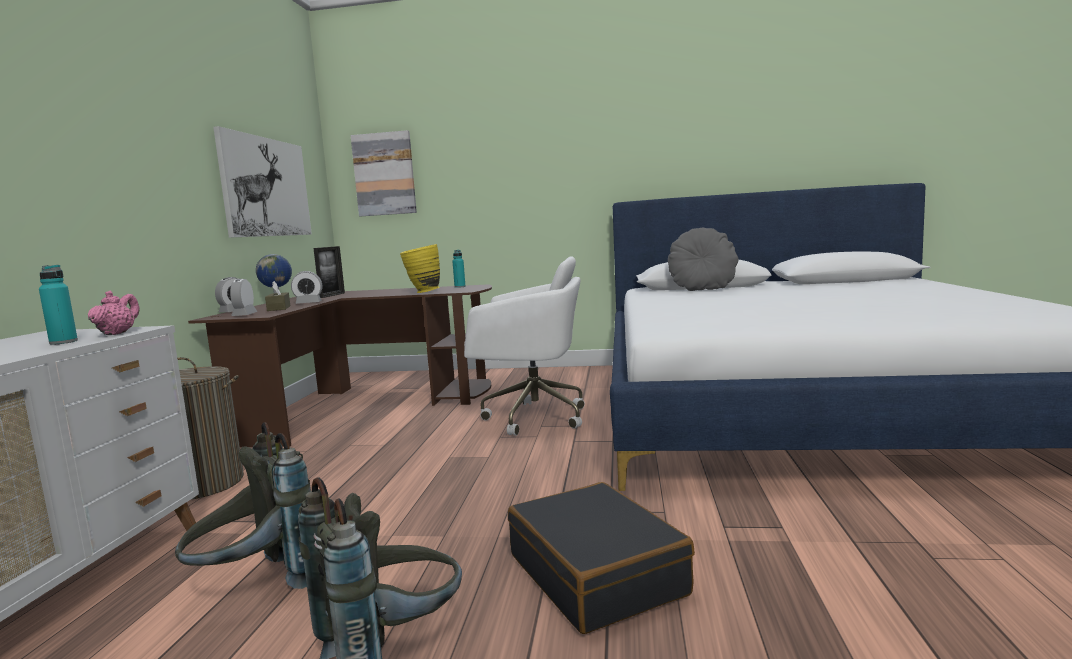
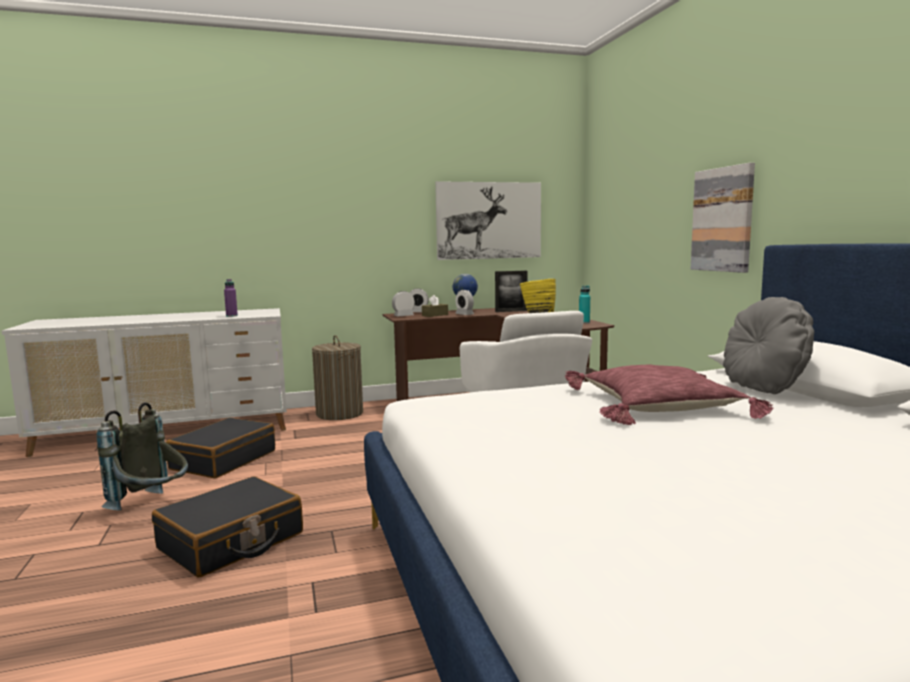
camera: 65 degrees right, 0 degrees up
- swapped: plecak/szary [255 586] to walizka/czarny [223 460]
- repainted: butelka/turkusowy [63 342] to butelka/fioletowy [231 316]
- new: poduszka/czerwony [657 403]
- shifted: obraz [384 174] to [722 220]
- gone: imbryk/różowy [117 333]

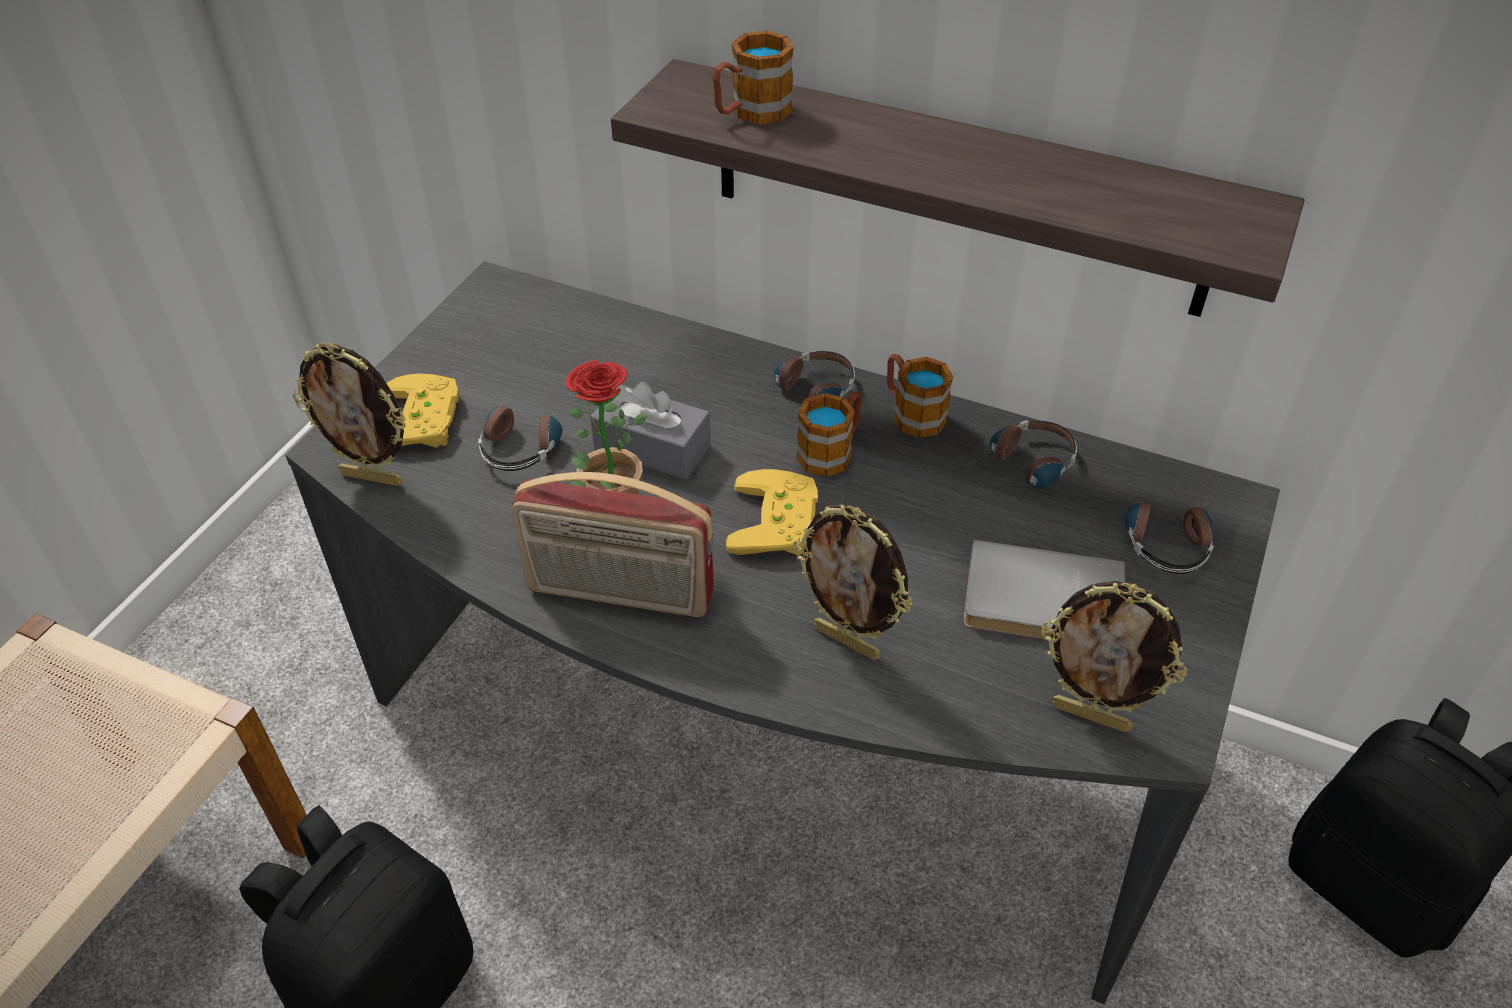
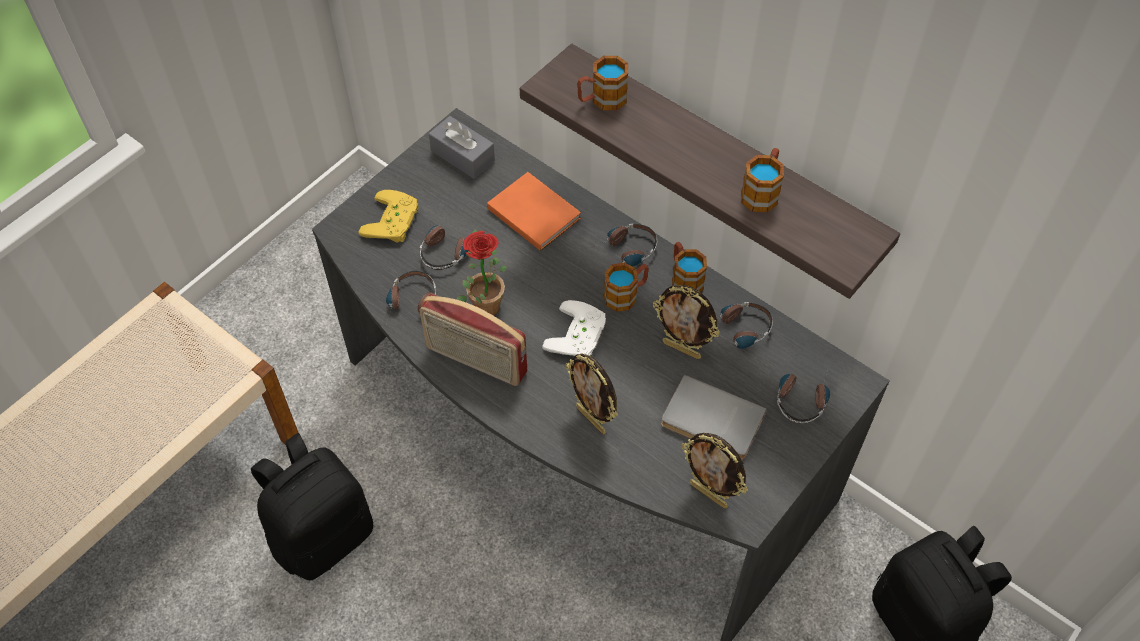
camera: 15 degrees right, 10 degrees up
- new: słuchawki [411 306]
- shifted: pudełko chusteczek/szary [652 447] to [462 155]
- new: książka/pomarańczowy [533 211]
- repainted: pad do gier/żółty [781 522] to pad do gier/biały [580 336]
- shifted: ramka na zdjęcie [373 477] to [682 349]
- new: kubek [762 191]

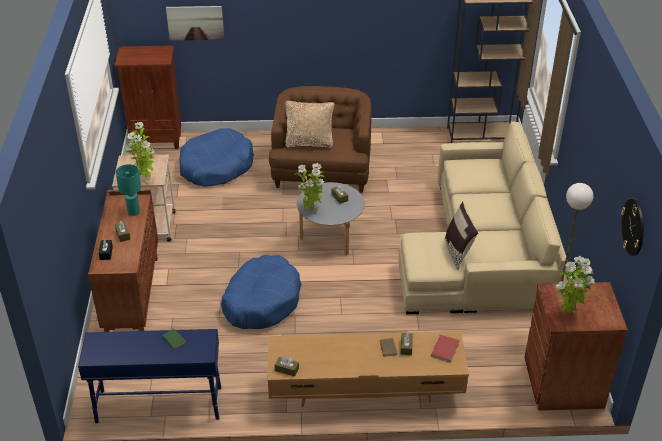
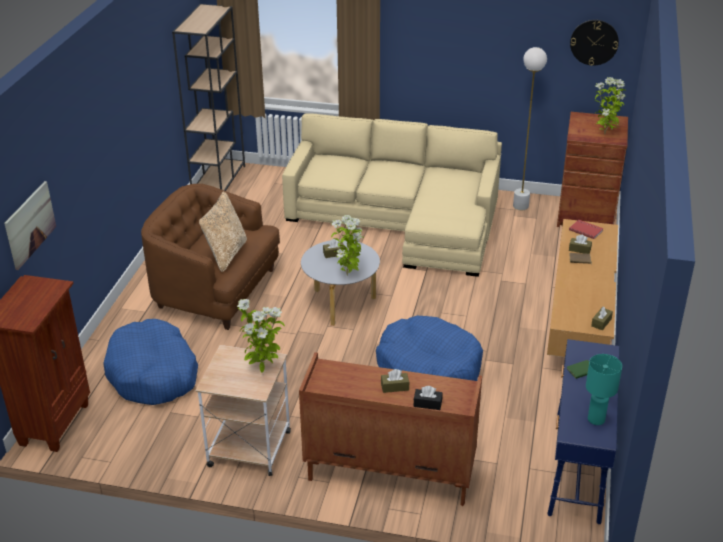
camera: 75 degrees left, 5 degrees down
- shifted: lampa stołowa/turkusowy [134 212] to [596 419]
- gone: poduszka [458 253]

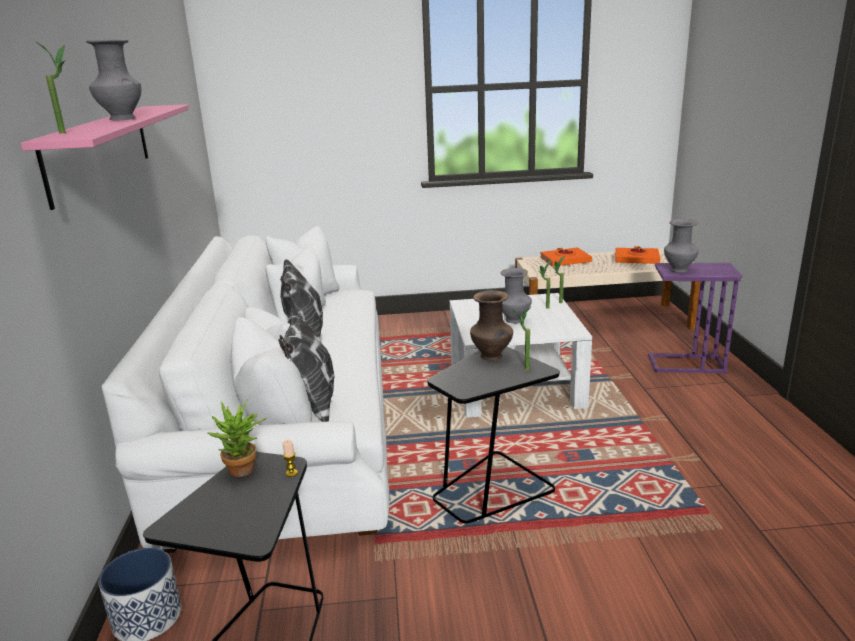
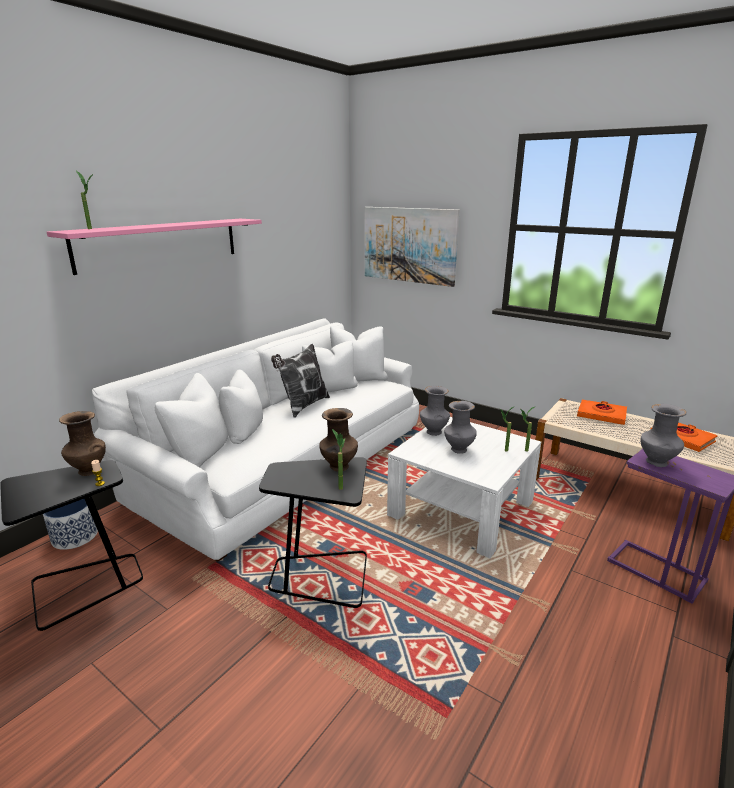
camera: 40 degrees right, 0 degrees up
- swapped: roślina doniczkowa [244 472] to wazon/brązowy [88 471]
- new: obraz [409 245]
- shifted: wazon/szary [121 119] to [433 432]
- gone: poduszka [312 406]

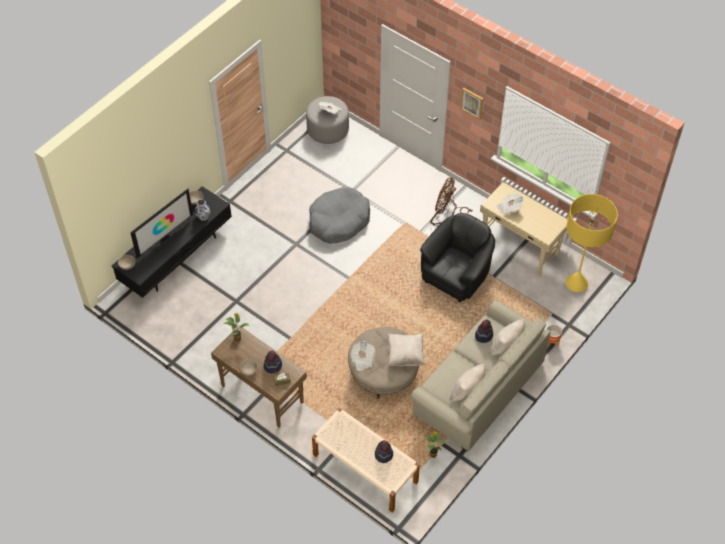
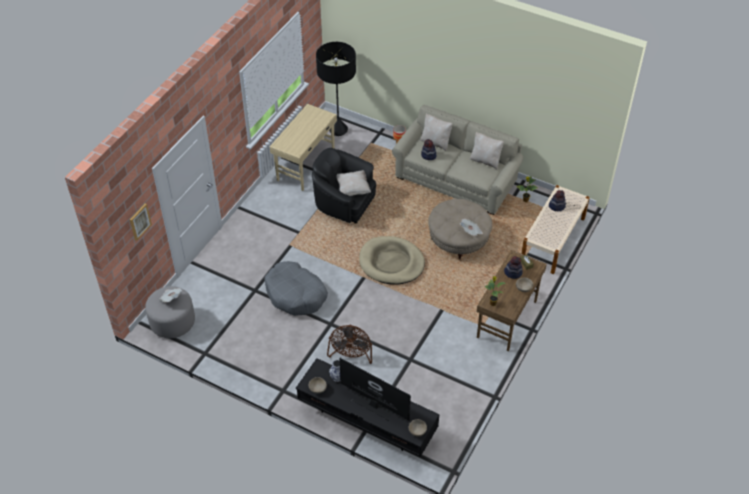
camera: 100 degrees left, 5 degrees down
- shifted: obraz [472 103] to [139 221]
- repainted: lampa stojąca/żółty [576 285] to lampa stojąca/czarny [338 131]
- shifted: wentylator/brązowy [448 211] to [350 353]
- shifted: poduszka/beżowy [405 355] to [353 189]
- new: legowisko/beżowy [391 262]
- gone: gazeta [509 208]

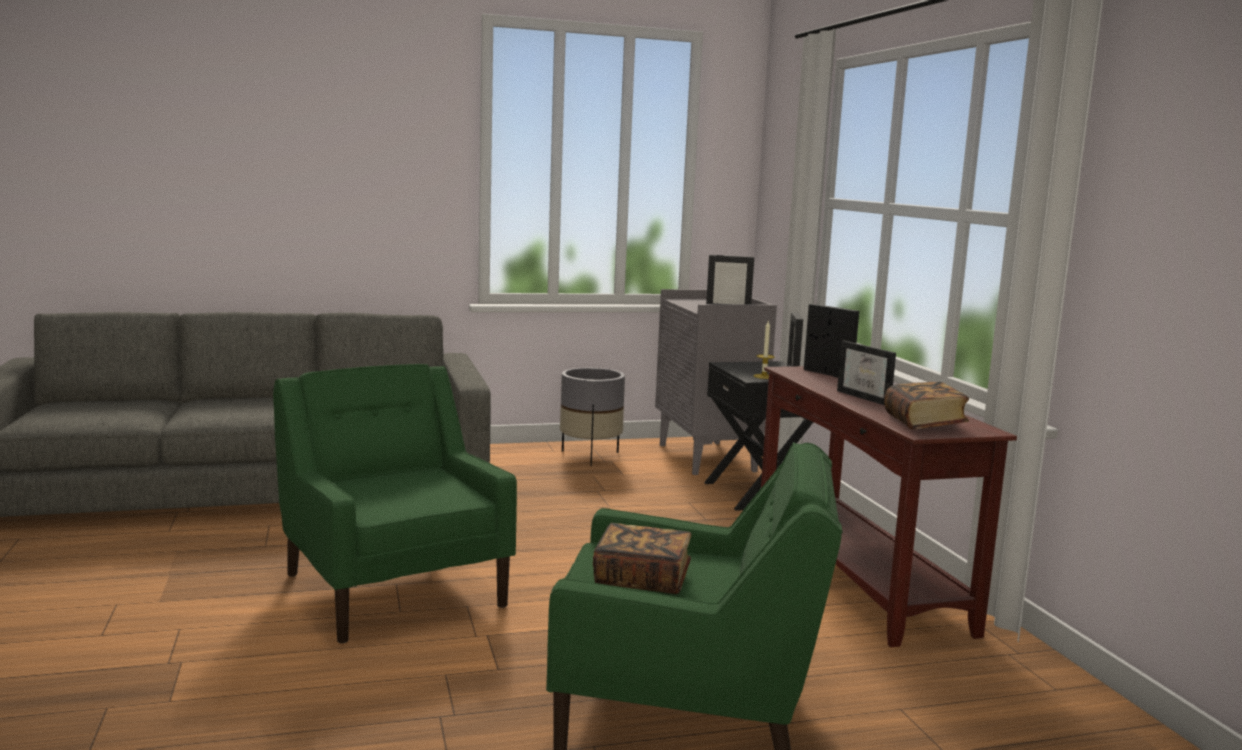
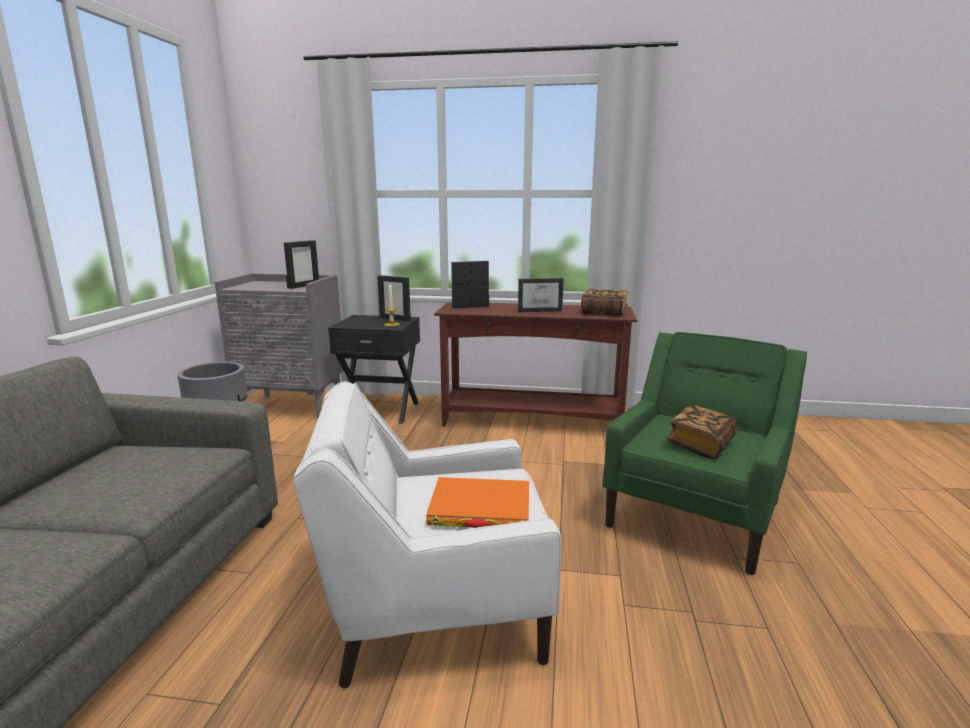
camera: 65 degrees left, 5 degrees up
- repainted: fotel/zielony [393 589] to fotel/biały [434 608]
- new: książka/pomarańczowy [480 509]

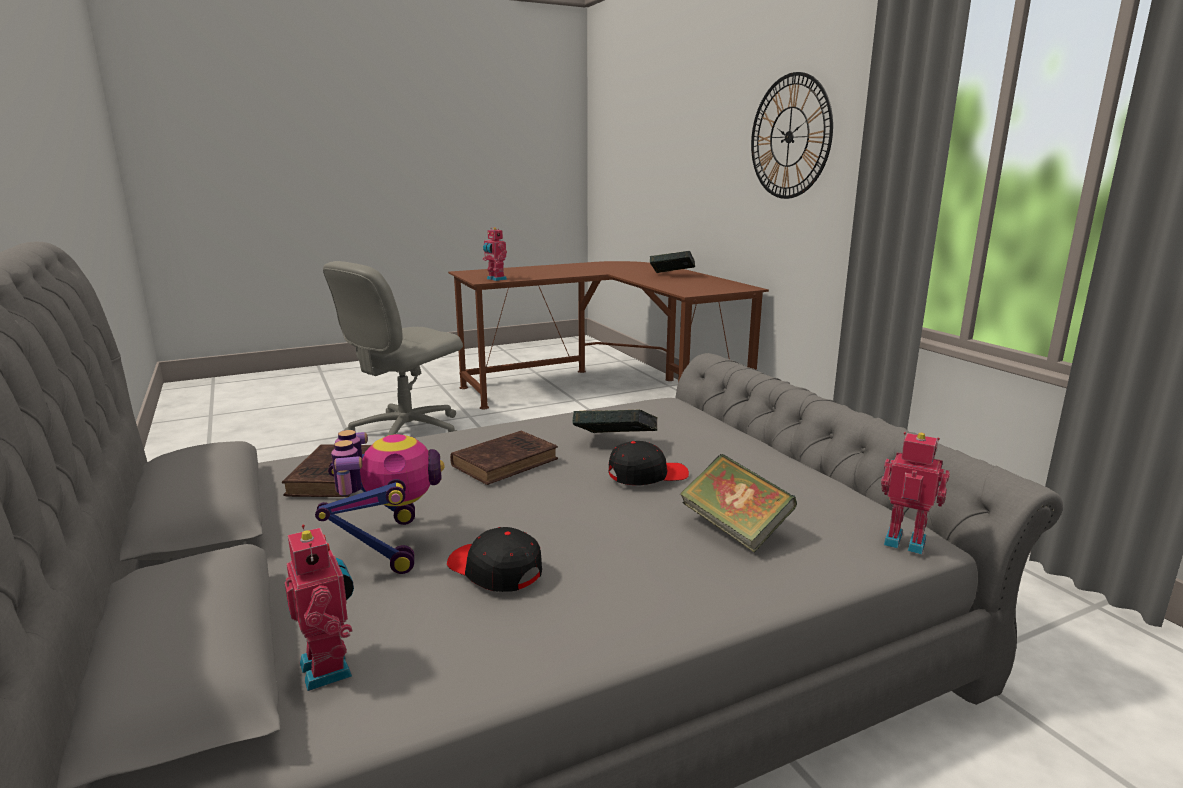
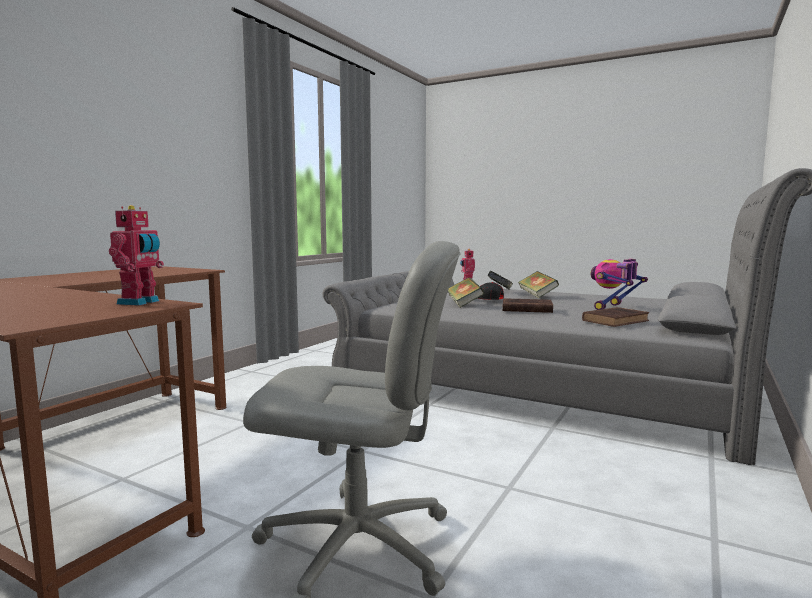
camera: 125 degrees left, 10 degrees down
- shifted: książka [672 275] to [537 295]
- gone: robot zabawkowy [330 668]
- gone: czapka z daszkiem/czarny [494 570]
- gone: zegar ścienny [789 137]

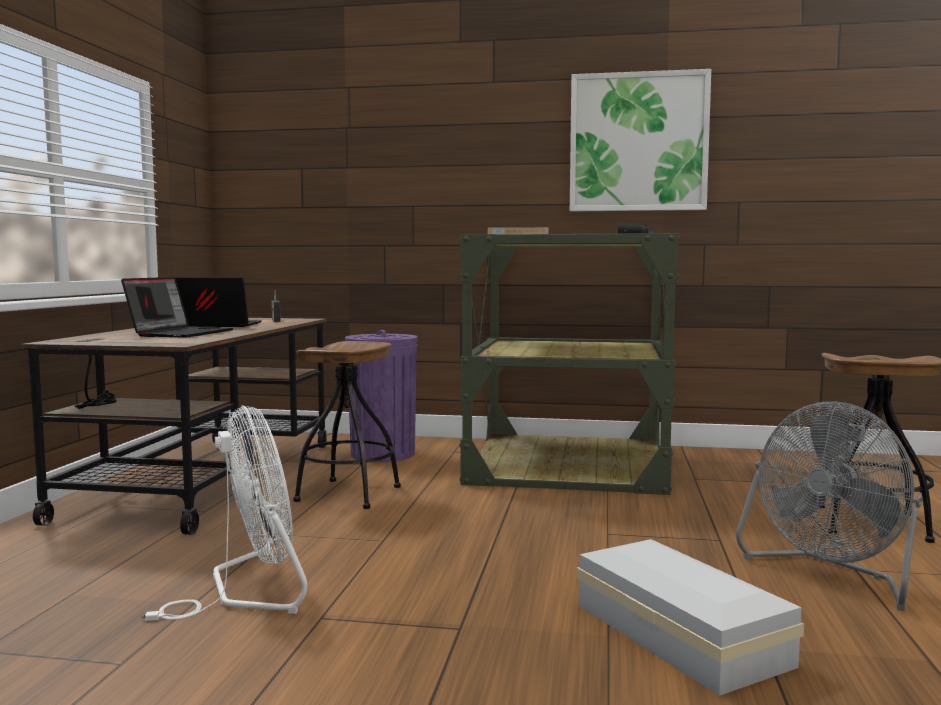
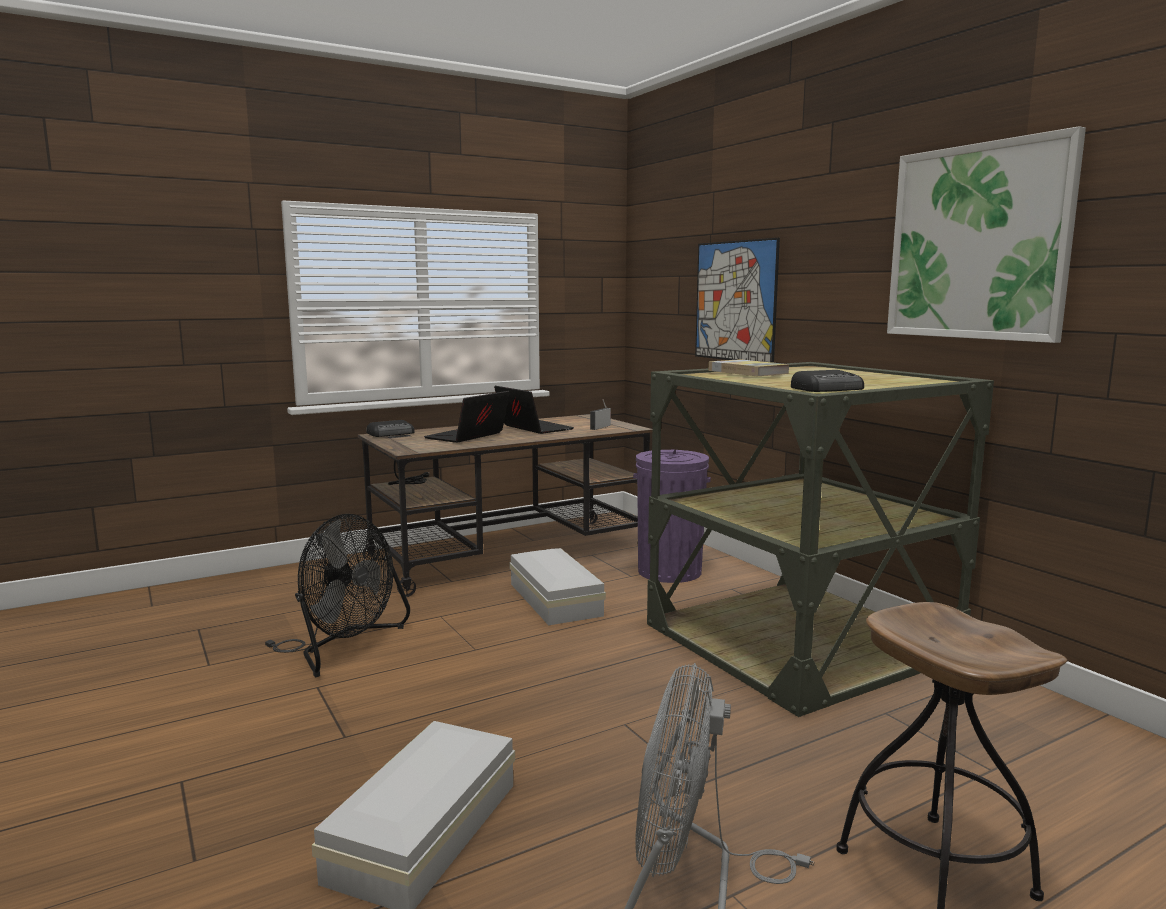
camera: 50 degrees right, 5 degrees up
- repainted: wentylator/biały [245 588] to wentylator/czarny [339 647]
- new: radio [391 433]
- rotated: laptop [181 333] = [467 437] 150 degrees clockwise
- swapped: stołek/brązowy [348 493] to pojemnik do przechowywania/biały [554 600]
- new: obraz [735 301]

